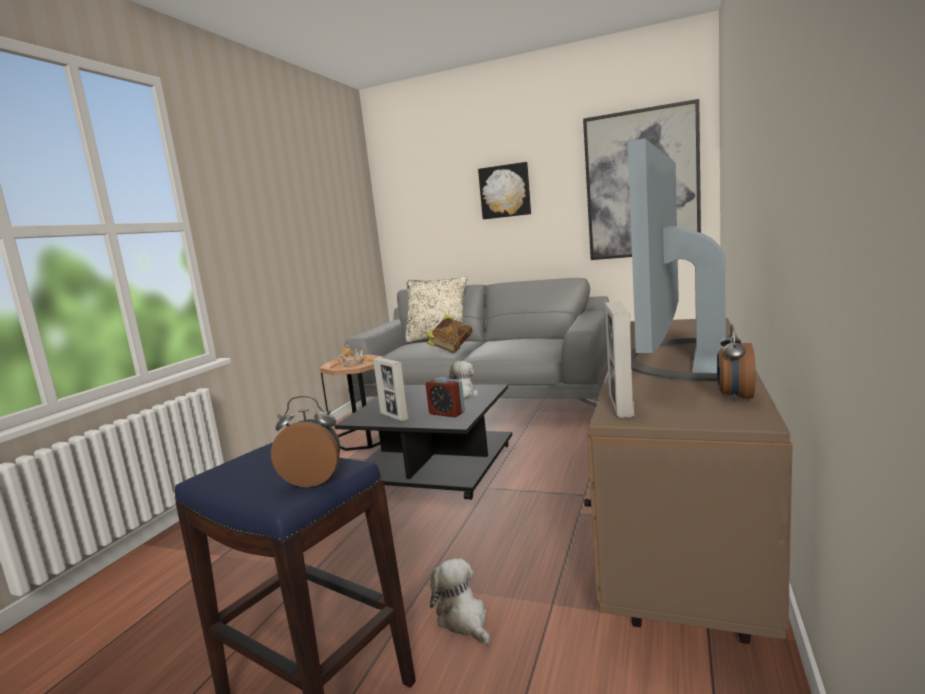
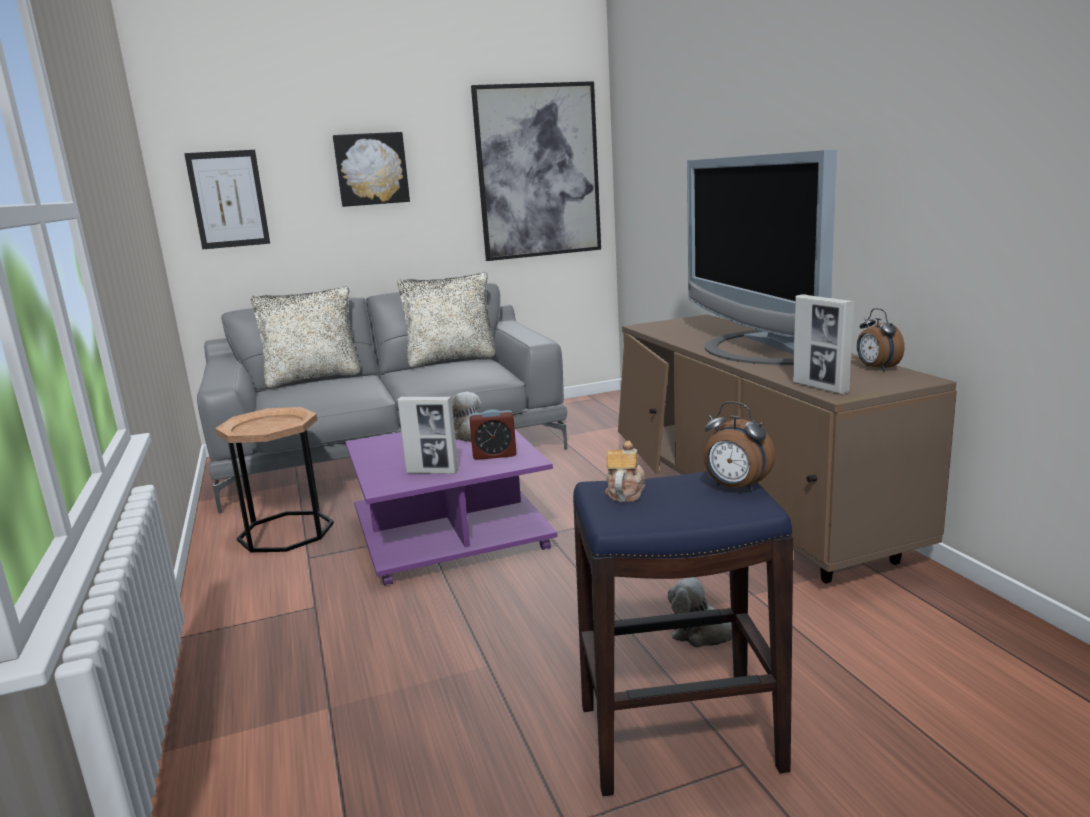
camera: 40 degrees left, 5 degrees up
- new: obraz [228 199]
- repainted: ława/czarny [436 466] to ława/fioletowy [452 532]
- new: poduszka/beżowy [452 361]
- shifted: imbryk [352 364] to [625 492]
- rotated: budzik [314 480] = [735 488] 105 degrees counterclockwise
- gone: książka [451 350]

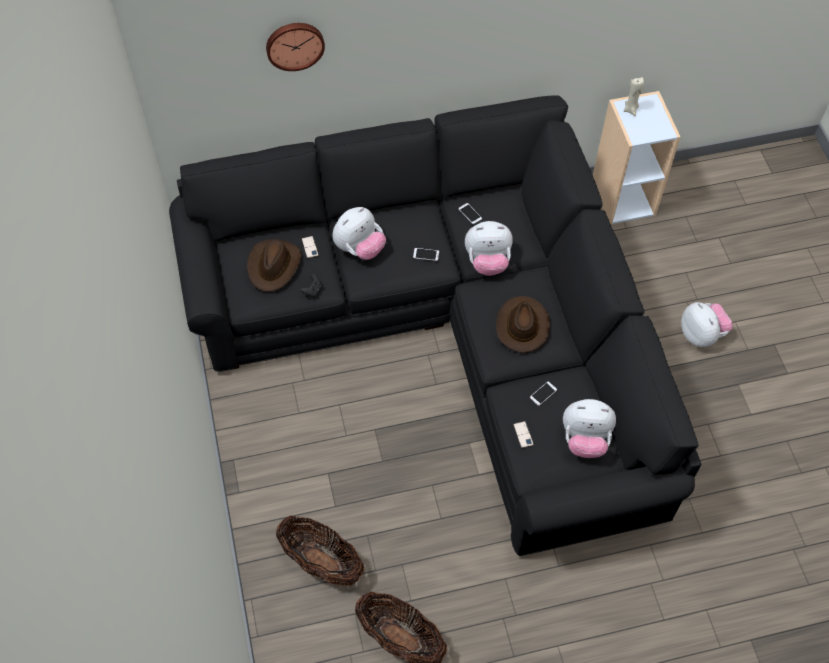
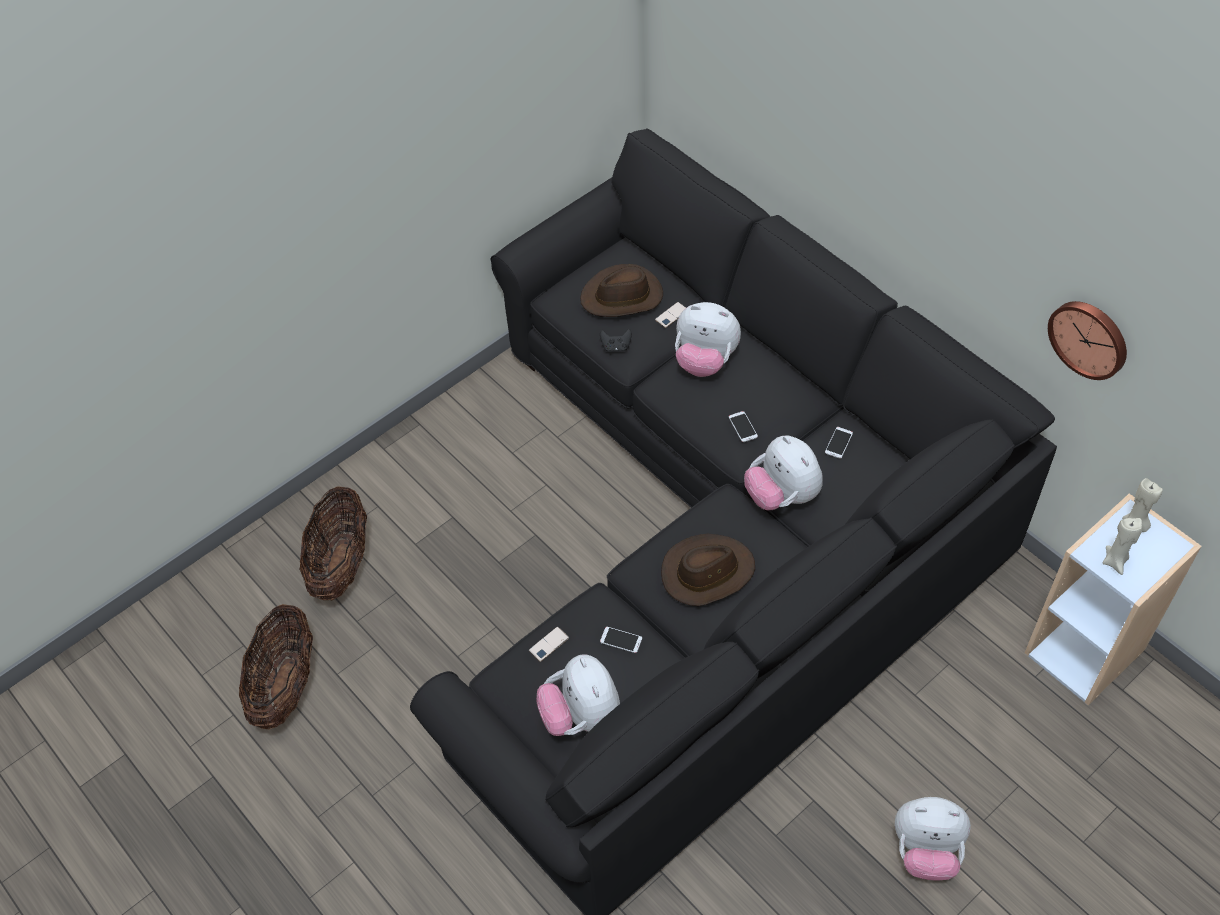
camera: 65 degrees right, 5 degrees down
- rotated: pluszak [701 335] = [926 850] 60 degrees clockwise
- shifted: zegar ścienny [294 44] to [1089 338]
- new: świeca/beżowy [1115 561]

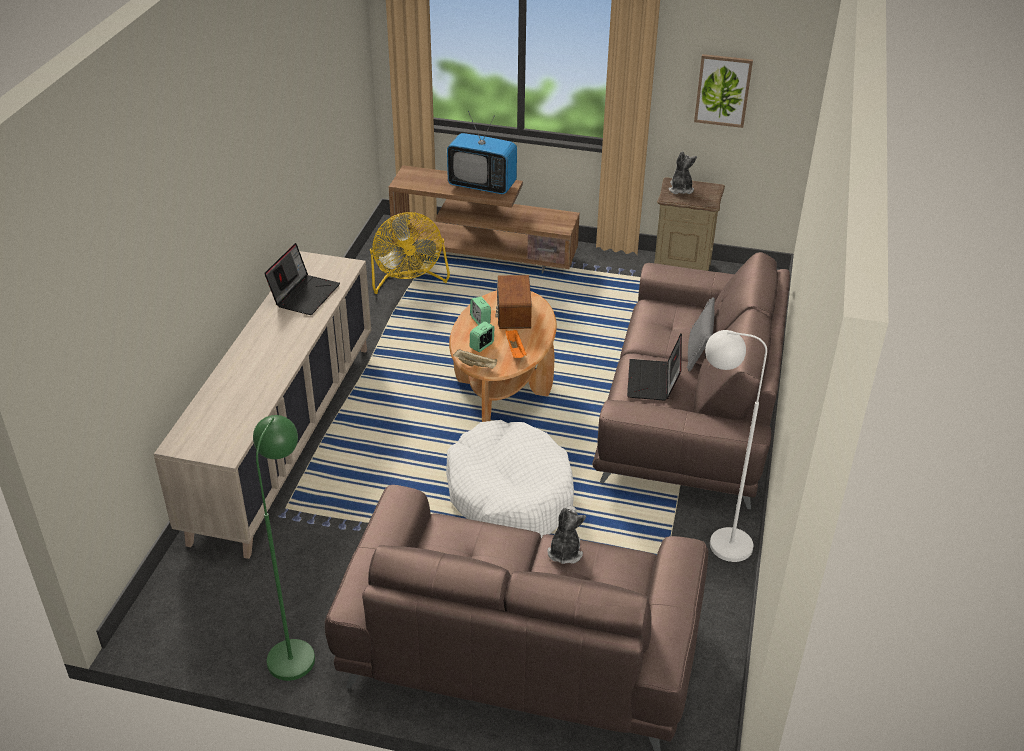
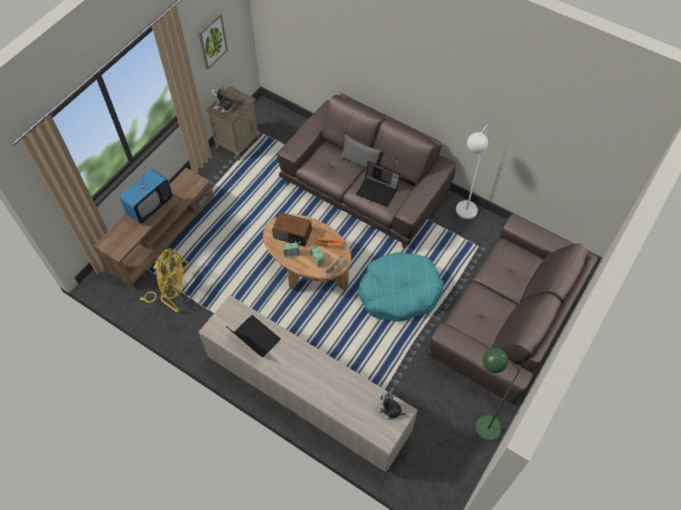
camera: 70 degrees left, 20 degrees up
- repainted: legowisko/biały [510 495] to legowisko/turkusowy [399 292]
- shifted: pluszak [564 552] to [388 410]

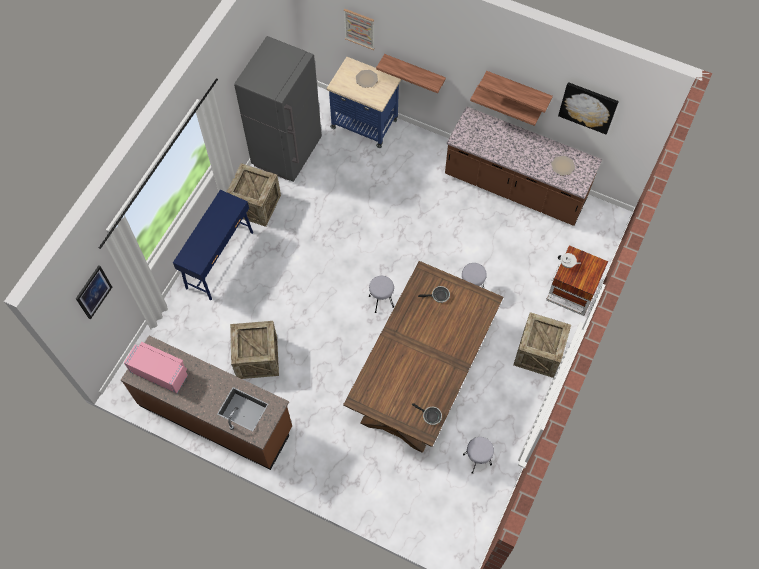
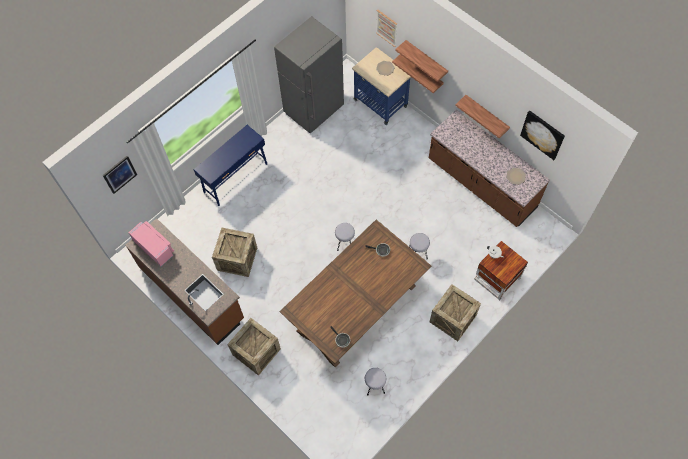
camera: 20 degrees right, 0 degrees up
- shifted: skrzynka [255 205] to [256 352]
- shifted: półka [518 89] to [426 60]

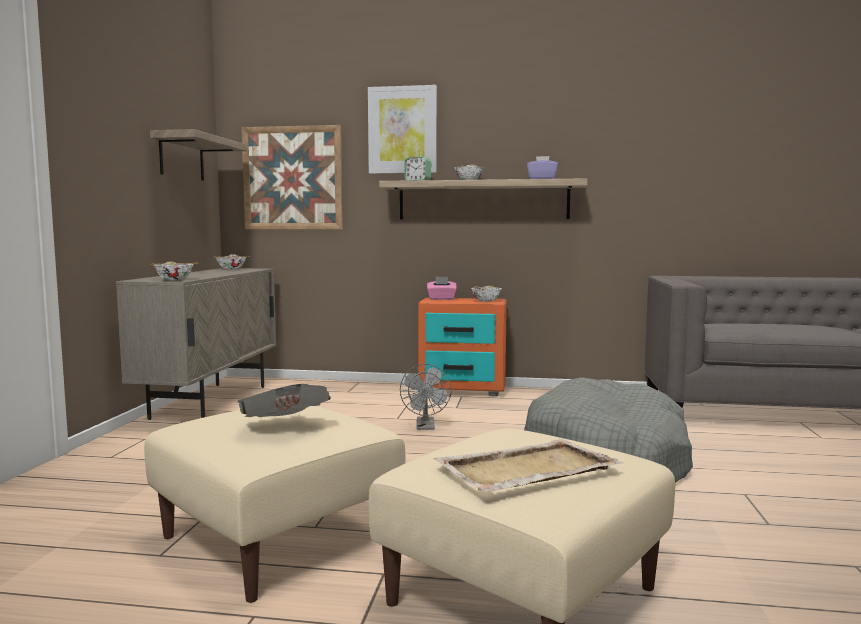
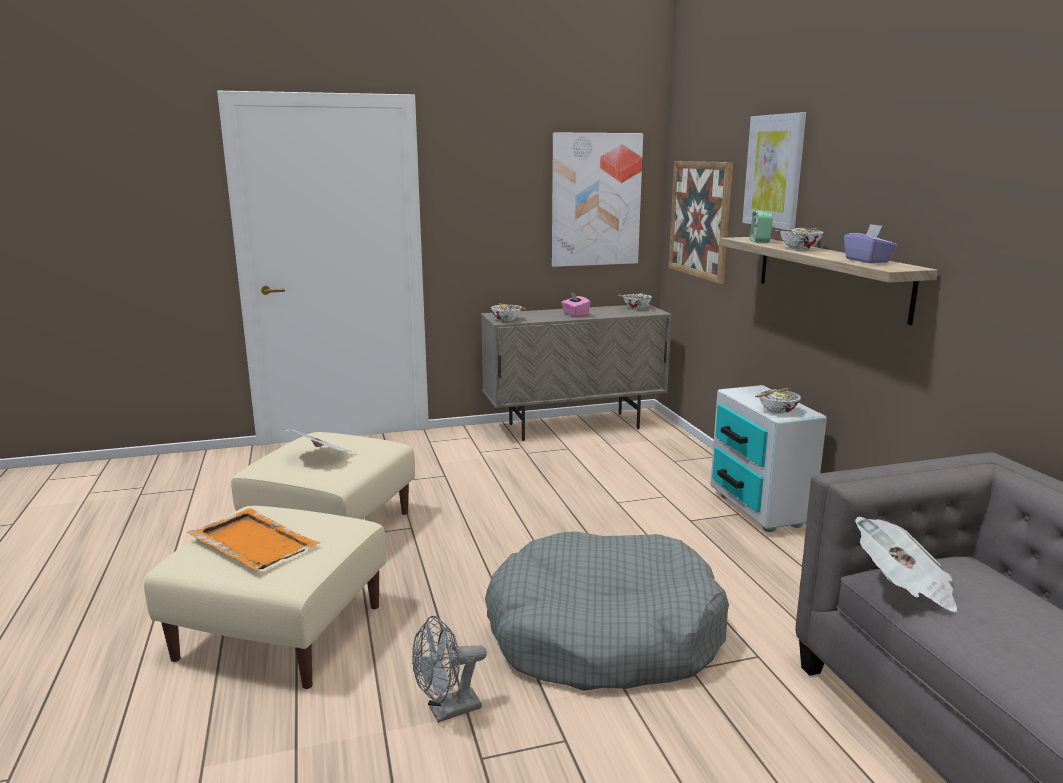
camera: 65 degrees right, 10 degrees up
- repainted: taca/beżowy [525 470] to taca/pomarańczowy [253 542]
- shifted: wentylator/szary [426 427] to [447 711]
- swapped: półka [182 158] to obraz [595 200]
- shifted: pudełko chusteczek/różowy [441 299] to [575 315]
- repainted: szafka nocna/pomarańczowy [462 391] to szafka nocna/biały [757 510]
- new: gazeta [904 587]

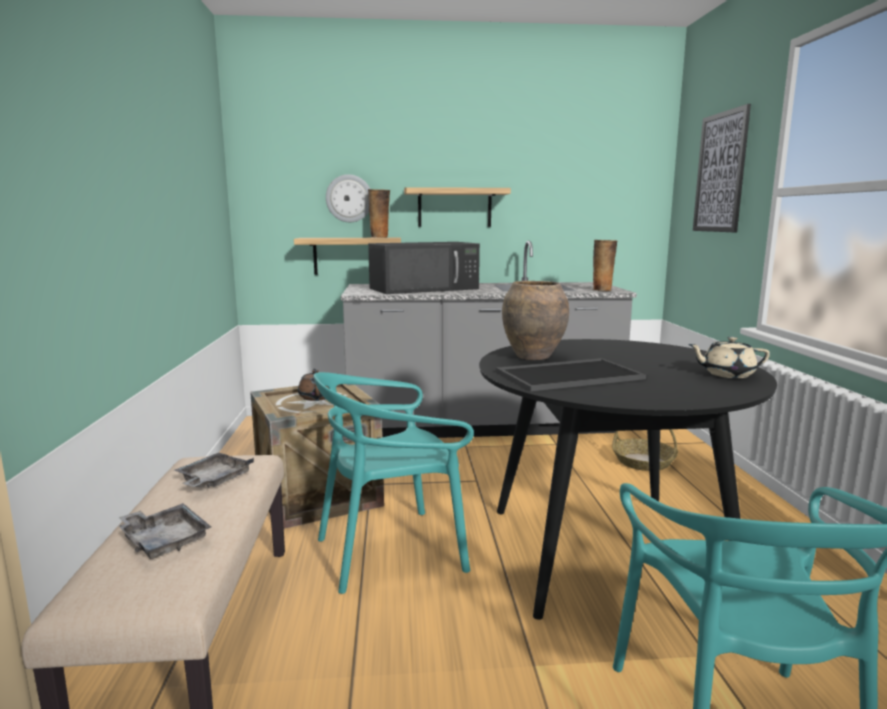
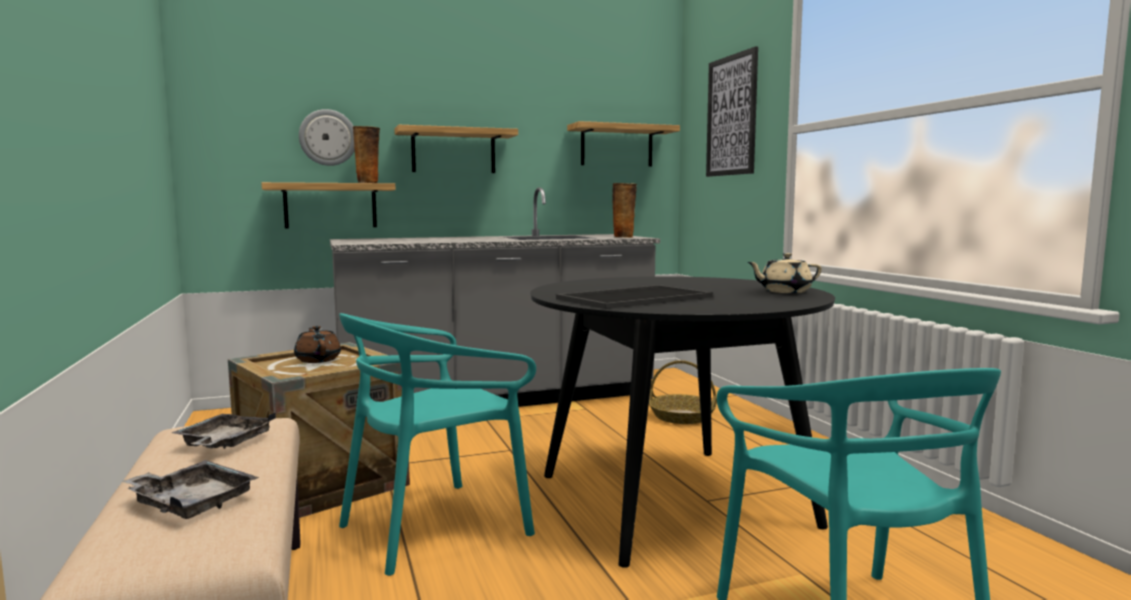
camera: 15 degrees left, 5 degrees down
- new: półka [616 146]
- gone: mikrofalówka/czarny [425 288]
- gone: wazon/brązowy [533 357]

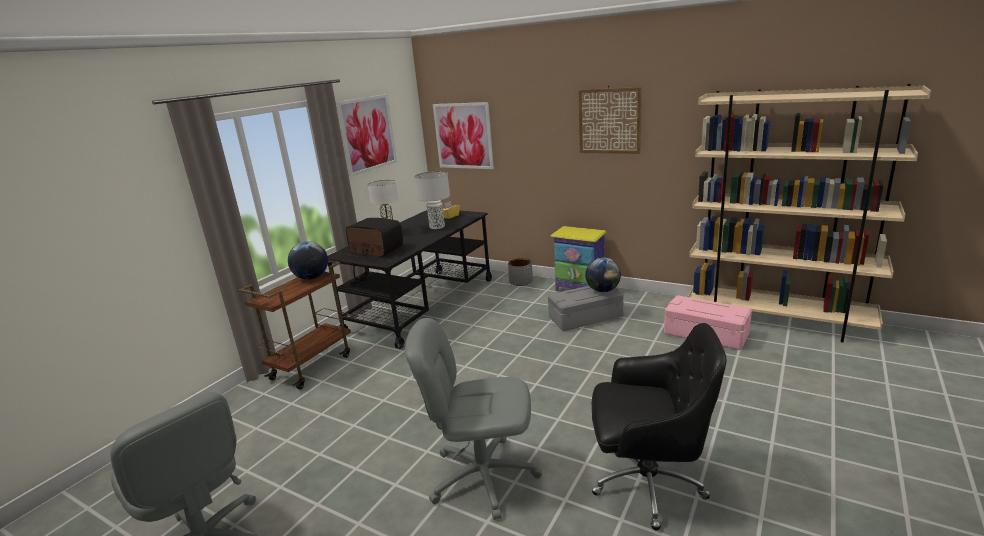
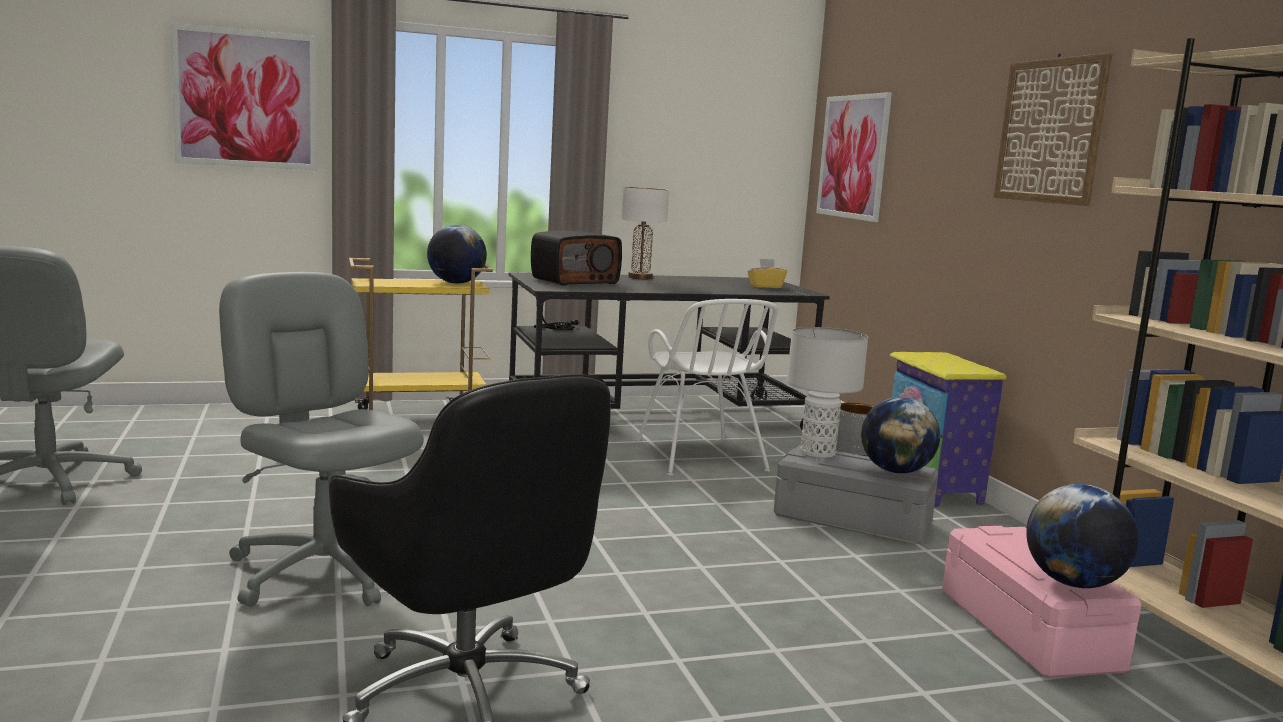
camera: 40 degrees right, 10 degrees down
- shifted: obraz [368 134] to [246 99]
- repainted: wózek/brązowy [313 366] to wózek/żółty [418 417]
- rotated: radio [376 250] = [574 281] 75 degrees clockwise
- new: krzesło/biały [701 457]
- shifted: lampa stołowa/biały [437 226] to [818 452]
- new: globus [1074 583]

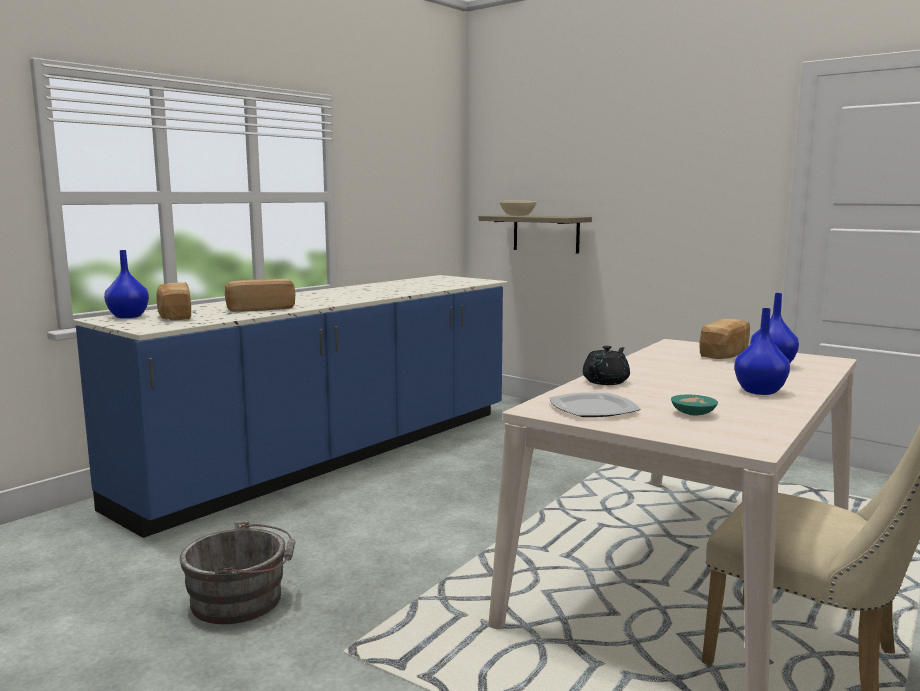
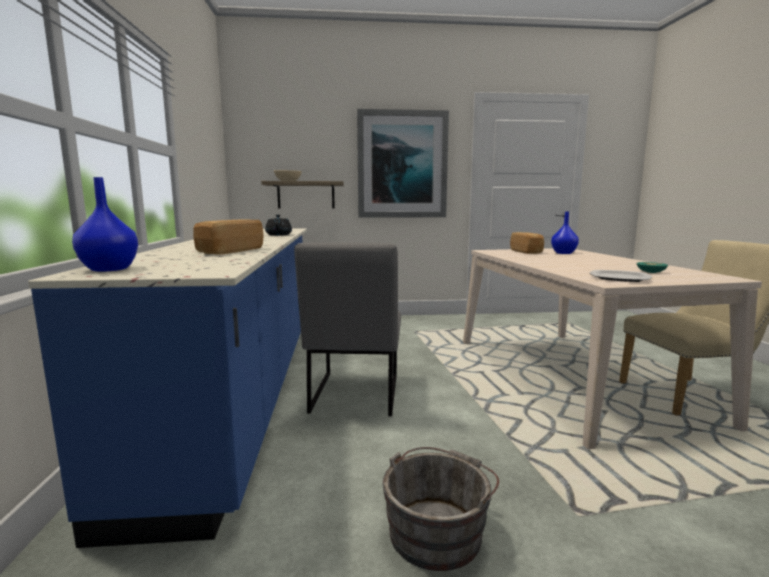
camera: 45 degrees left, 0 degrees up
- shifted: imbryk/czarny [606 381] to [279 235]
- new: krzesło/szary [354 394]
- new: obraz [402 165]
- gone: chleb [174 316]
- gone: wazon/niebieski [758 391]

